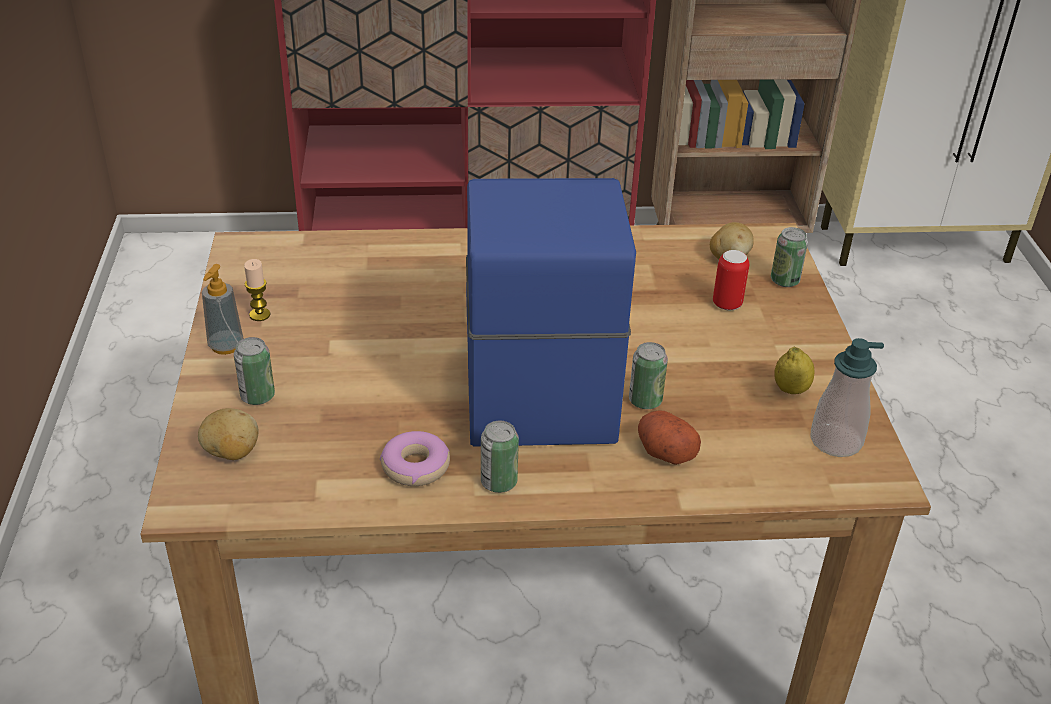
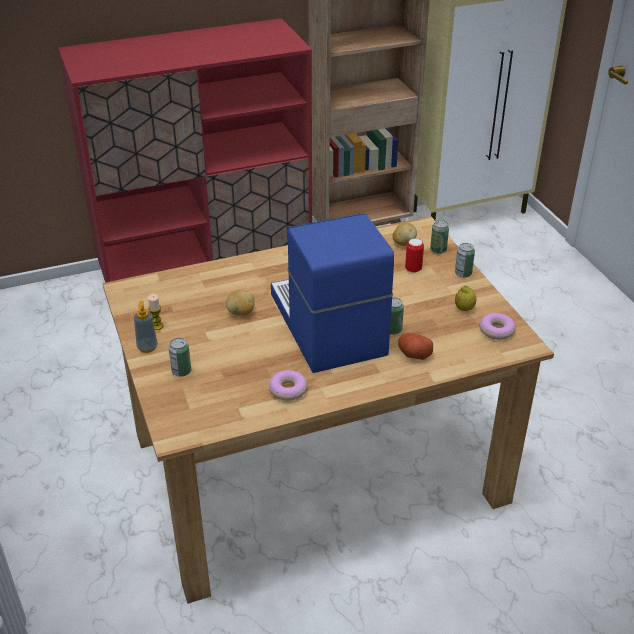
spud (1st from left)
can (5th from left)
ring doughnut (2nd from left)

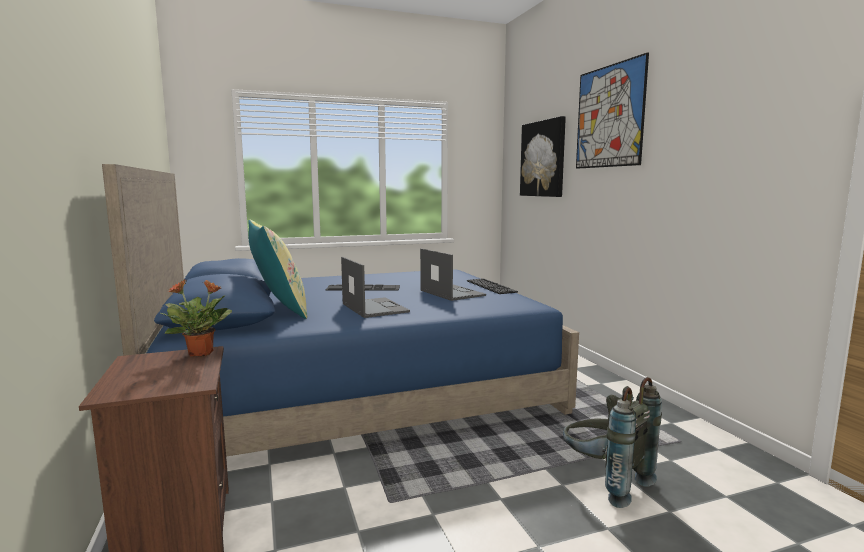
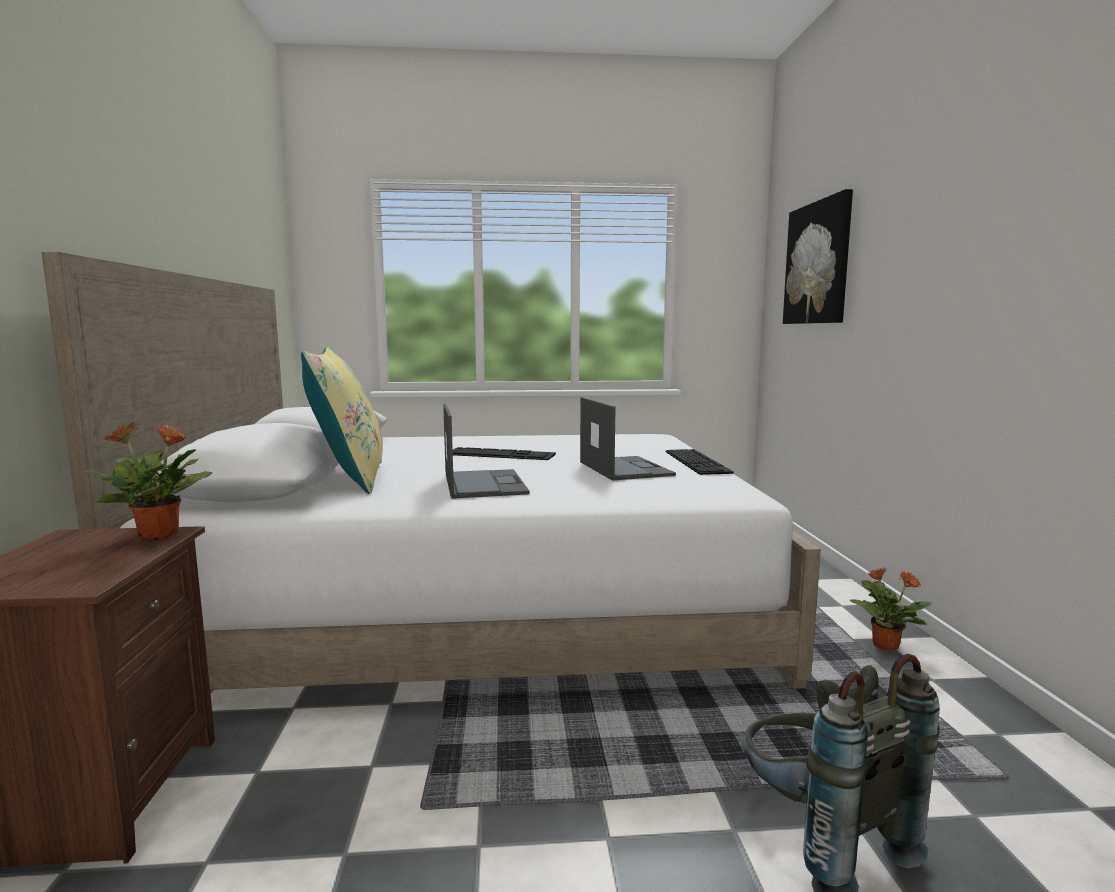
picture (2nd from left in the first image)
plant in a pot (2nd from left)
bedroom bed (whitish)

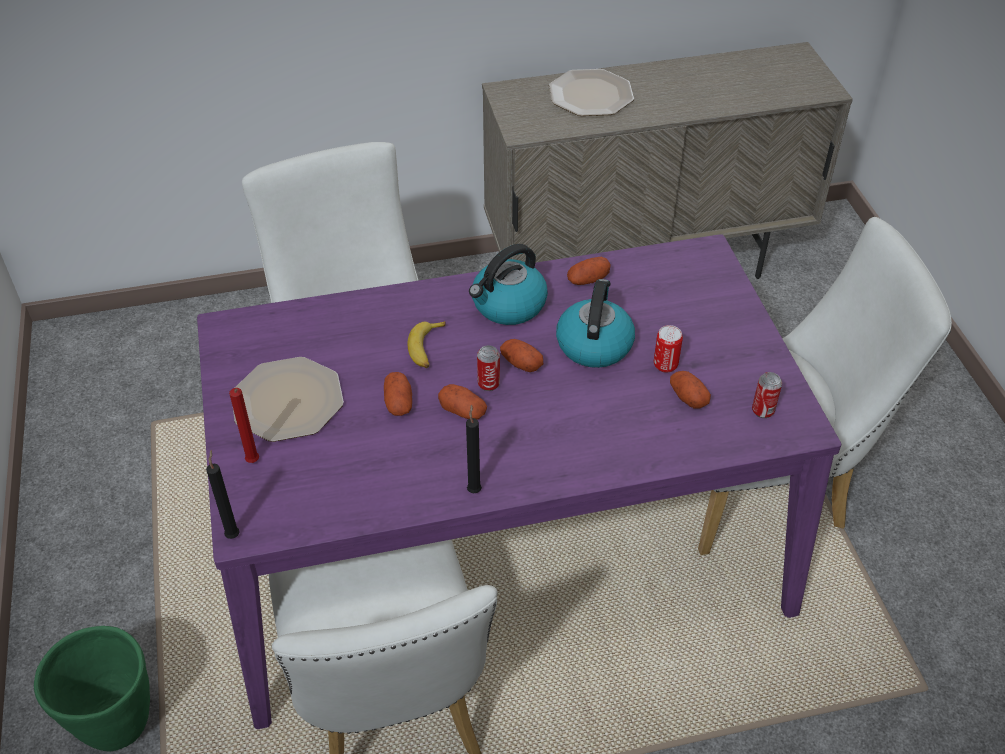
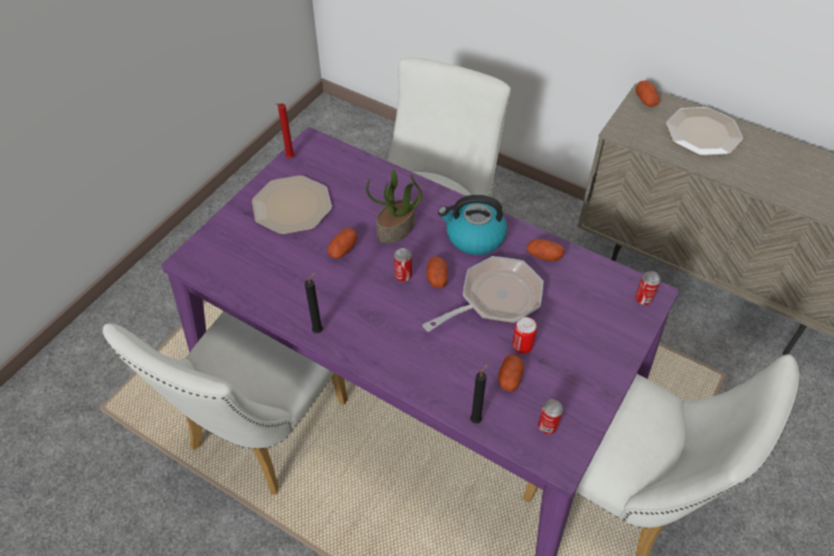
plant pot (green-coloured)
can (4th from left)
wax light (black) (2nd from left)
wax light (red-coloured)
spud (5th from left)
plant in a pot
pan

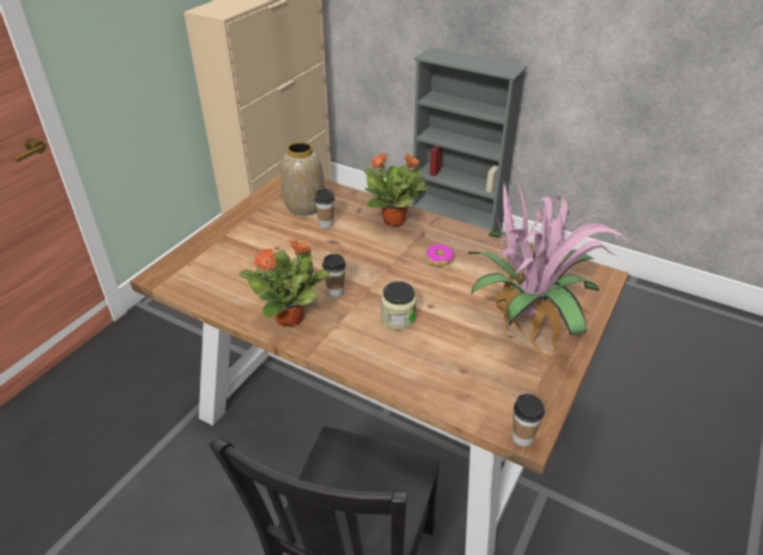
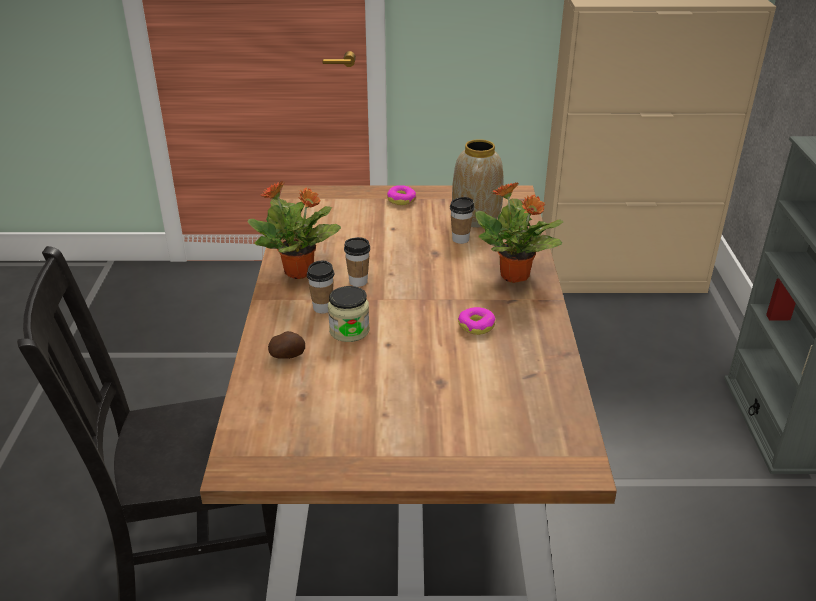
plant in a pot (3rd from left in the first image)
spud
ring doughnut (1st from left)
small cup (1st from left)

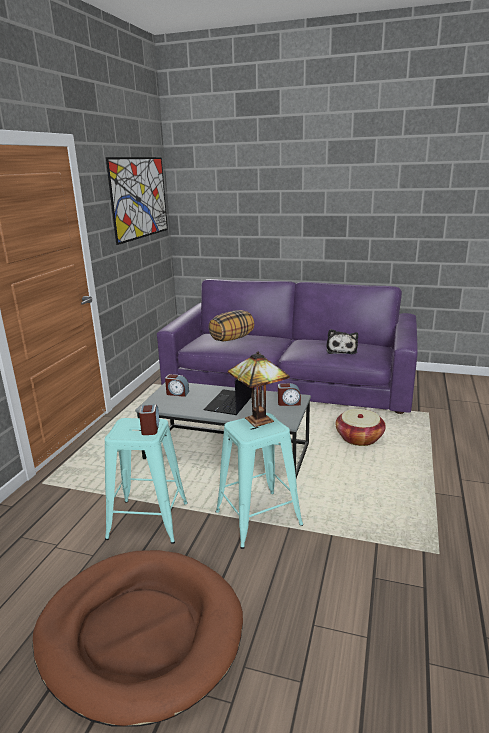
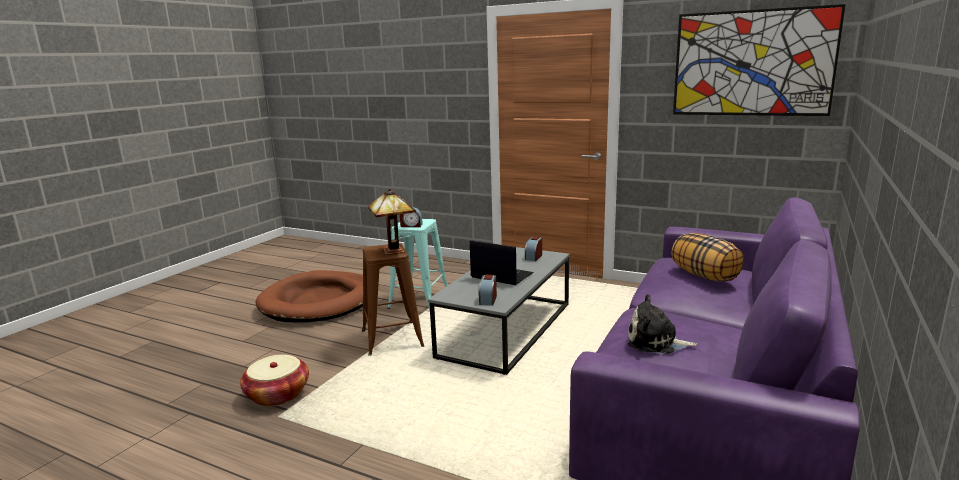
household basket
sitting stool (brownish)

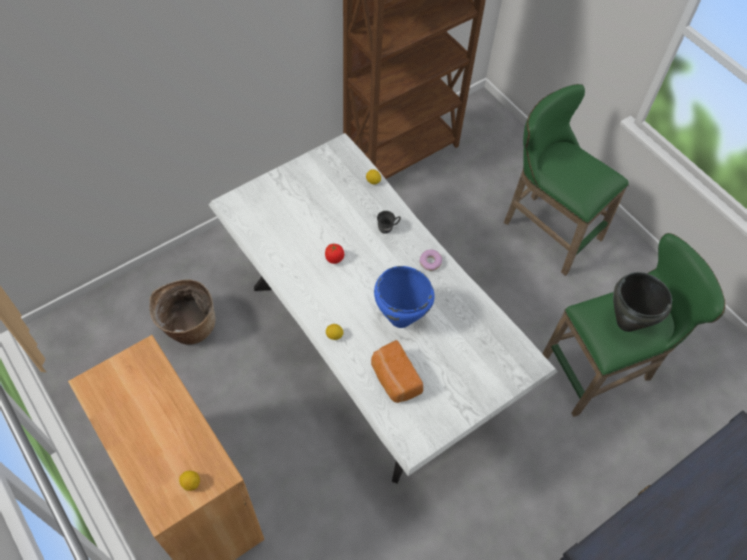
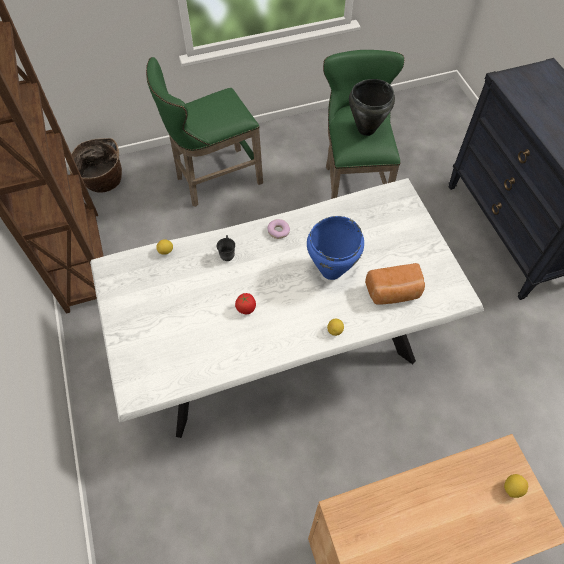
household basket

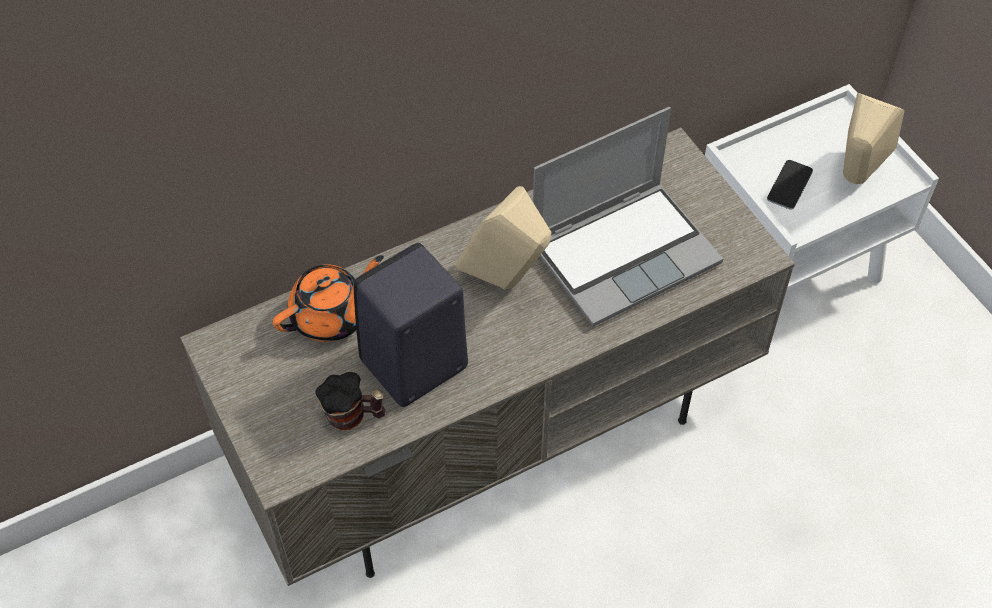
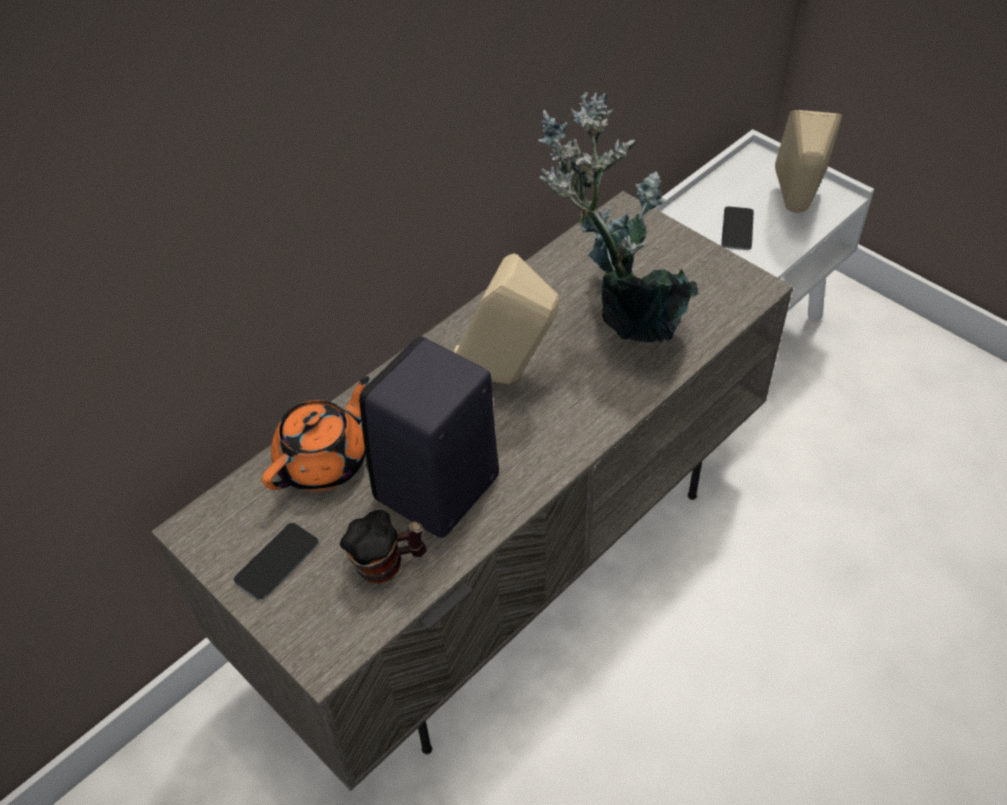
phone (1st from left)
plant in a pot

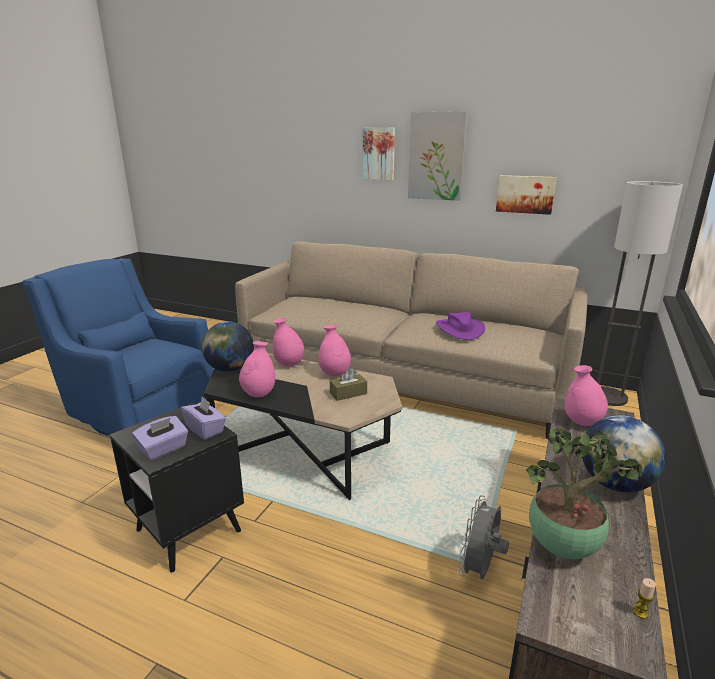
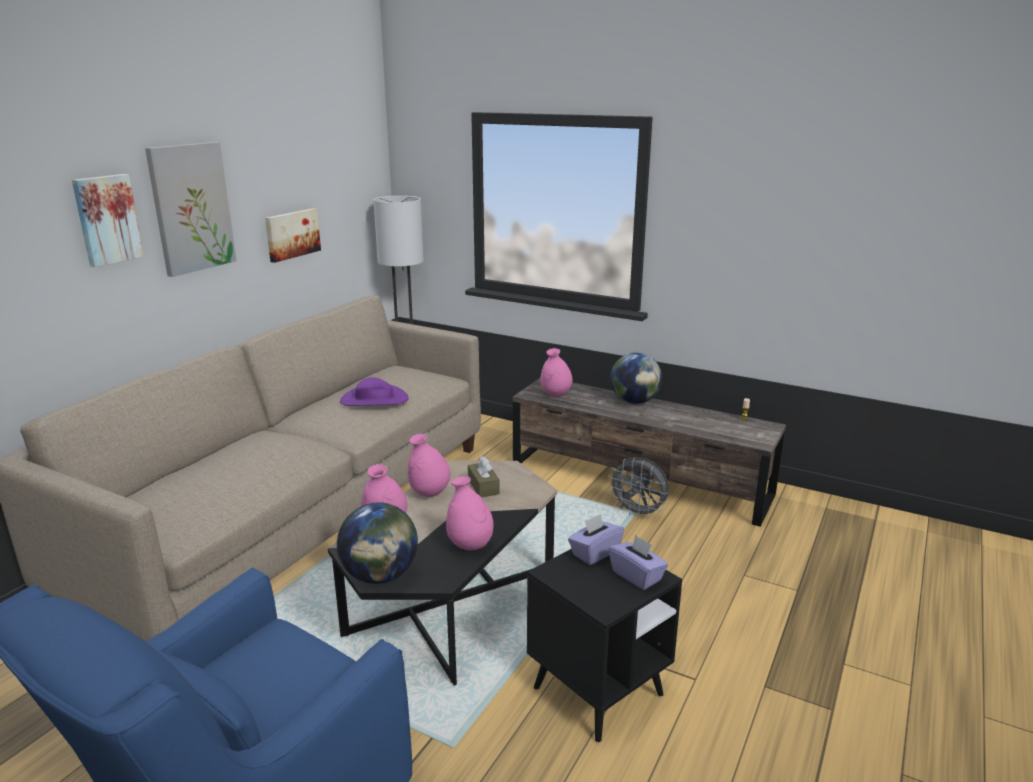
plant in a pot

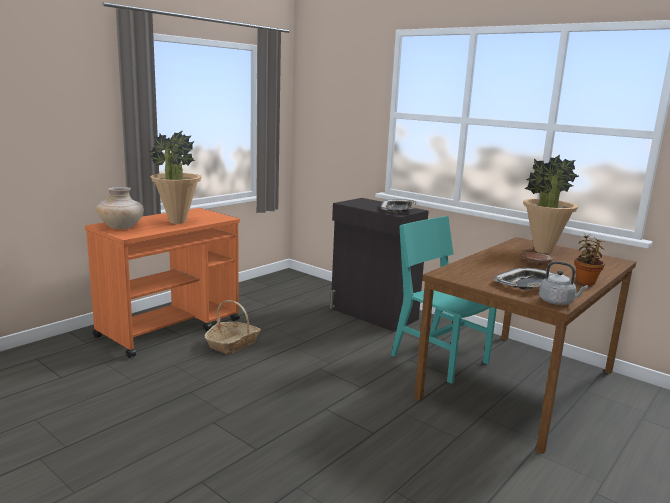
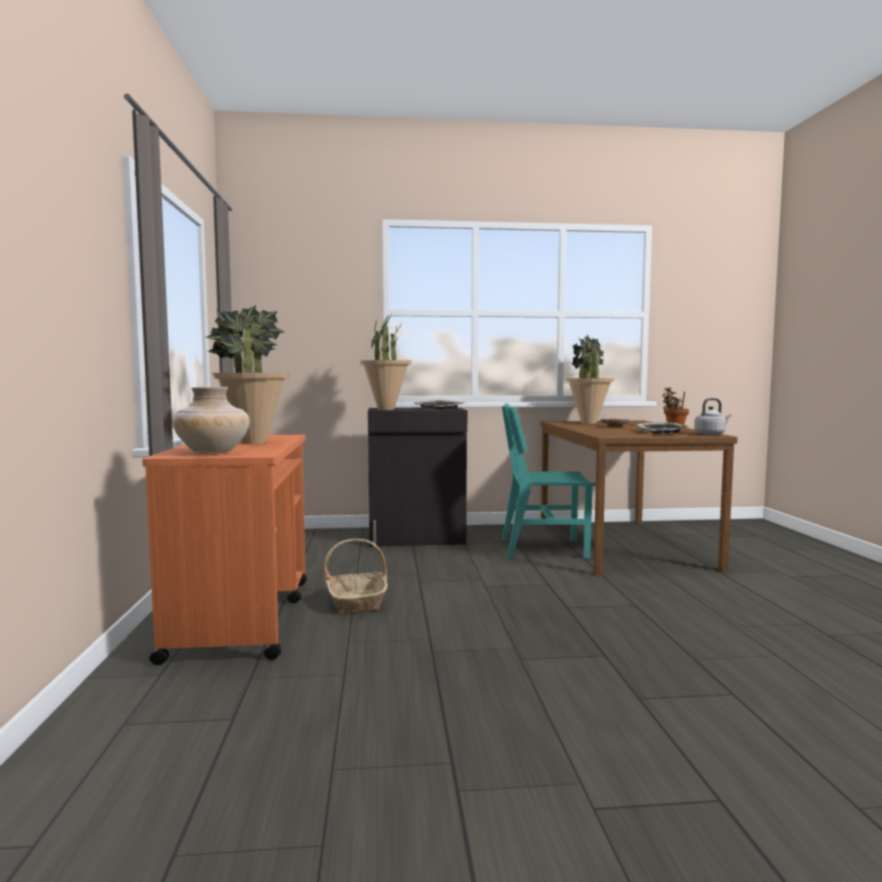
plant in a pot (2nd from left)

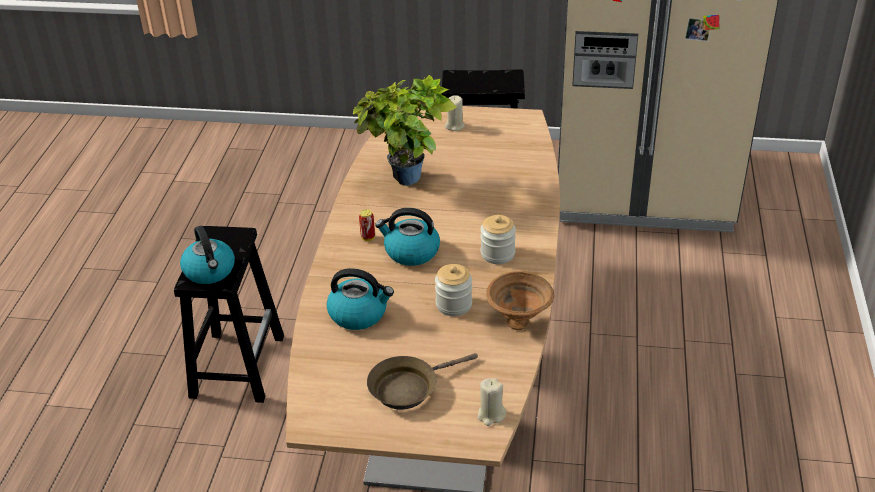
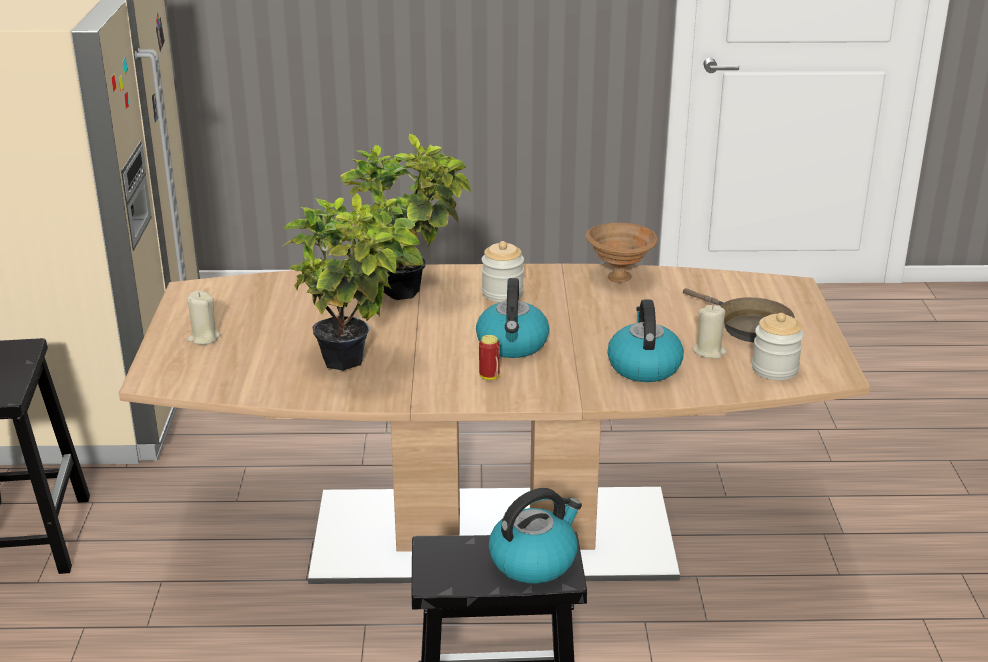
plant in a pot (2nd from left)
preserve jar (2nd from left)
wax light (beige-coloured) (2nd from left)

